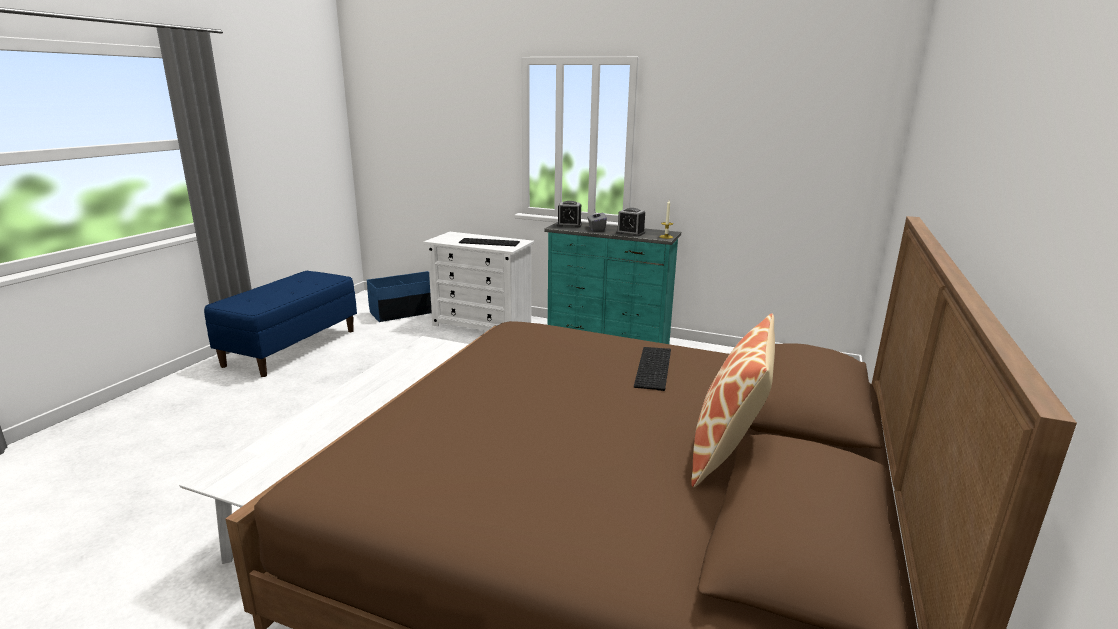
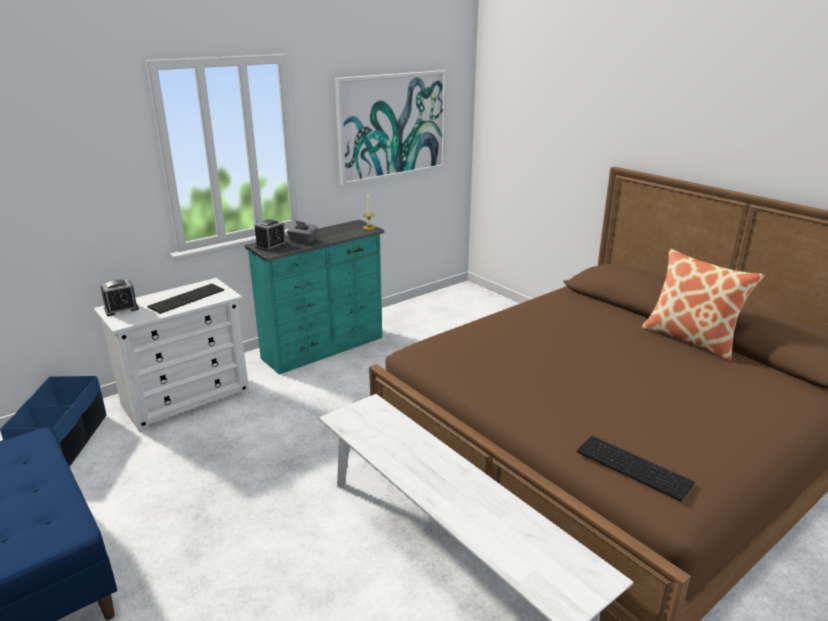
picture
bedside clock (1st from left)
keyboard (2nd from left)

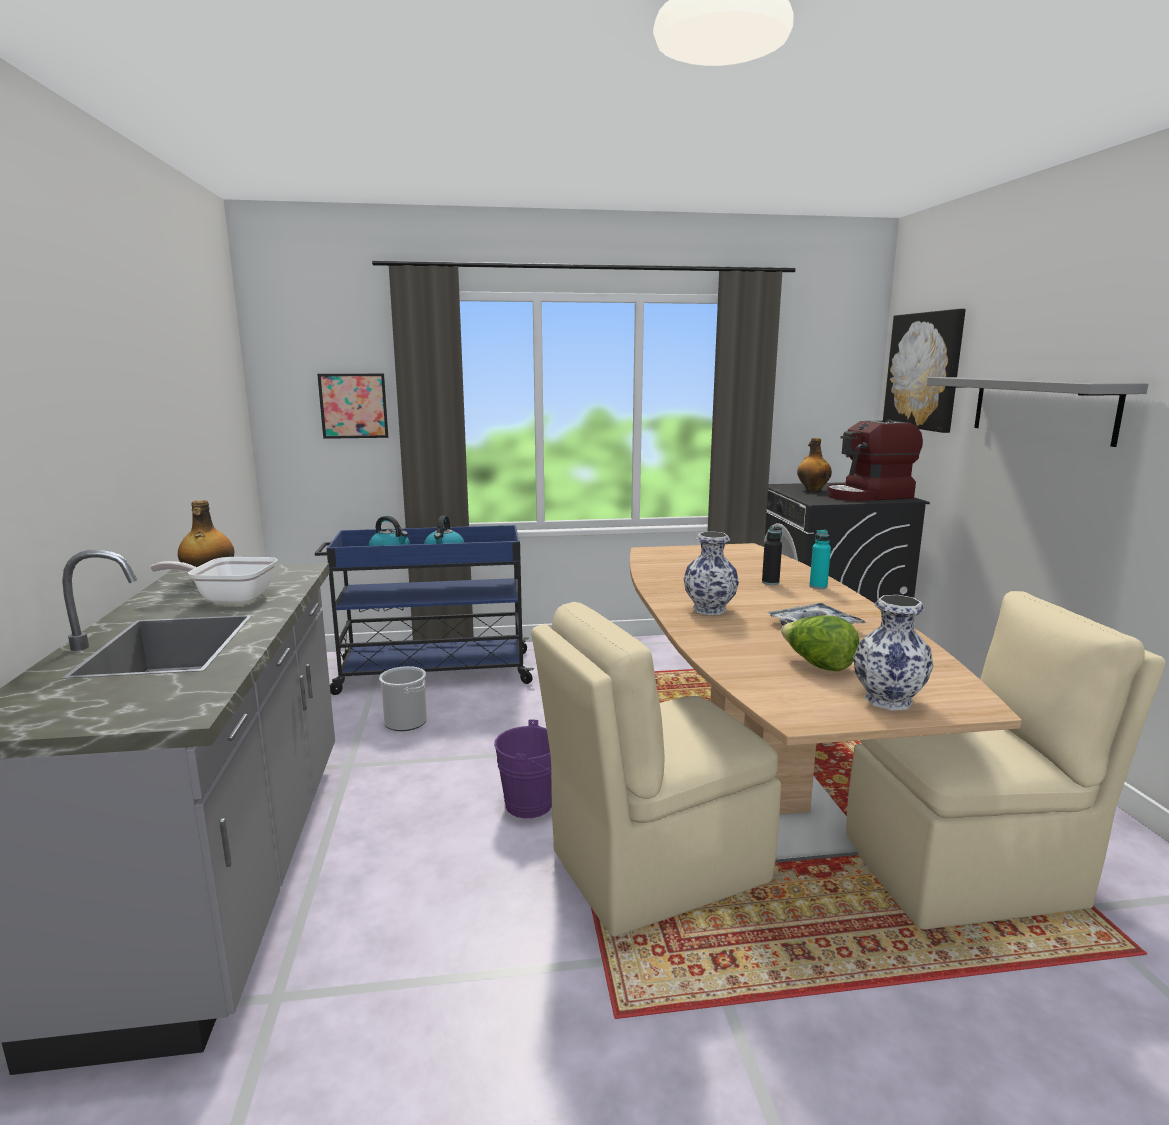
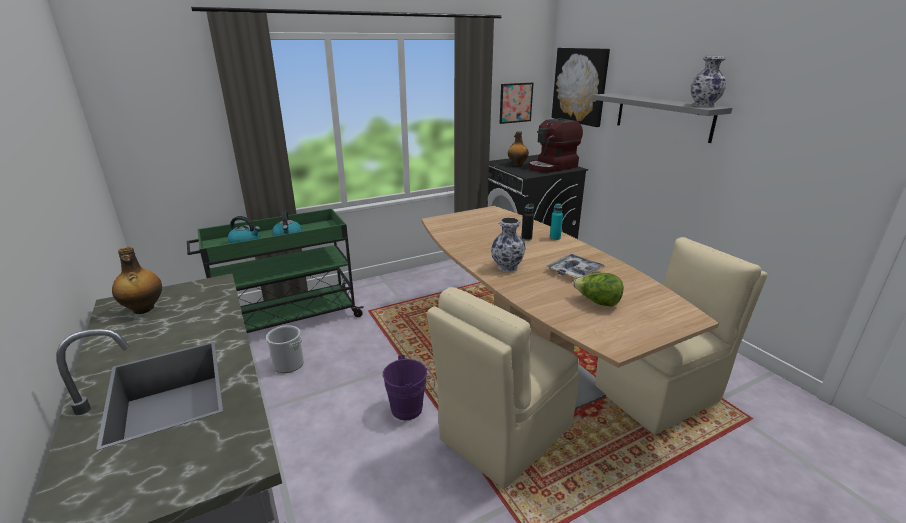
pan
picture (1st from left)
vase (2nd from left)
cart (green-coloured)

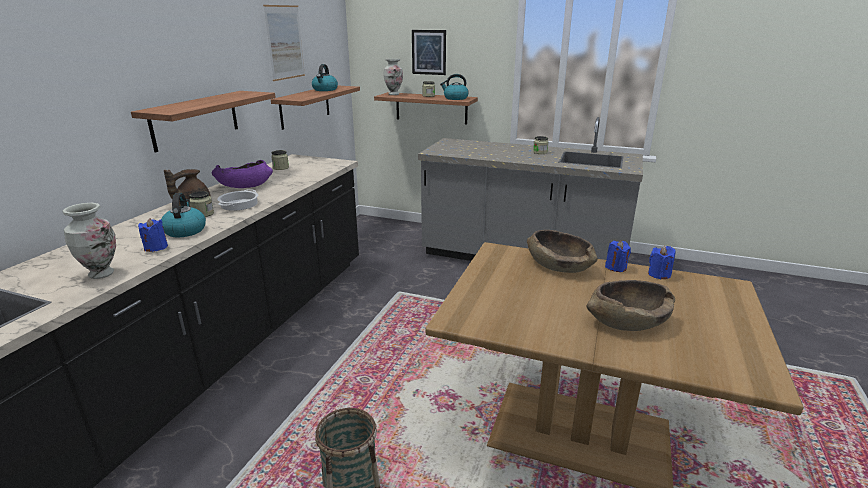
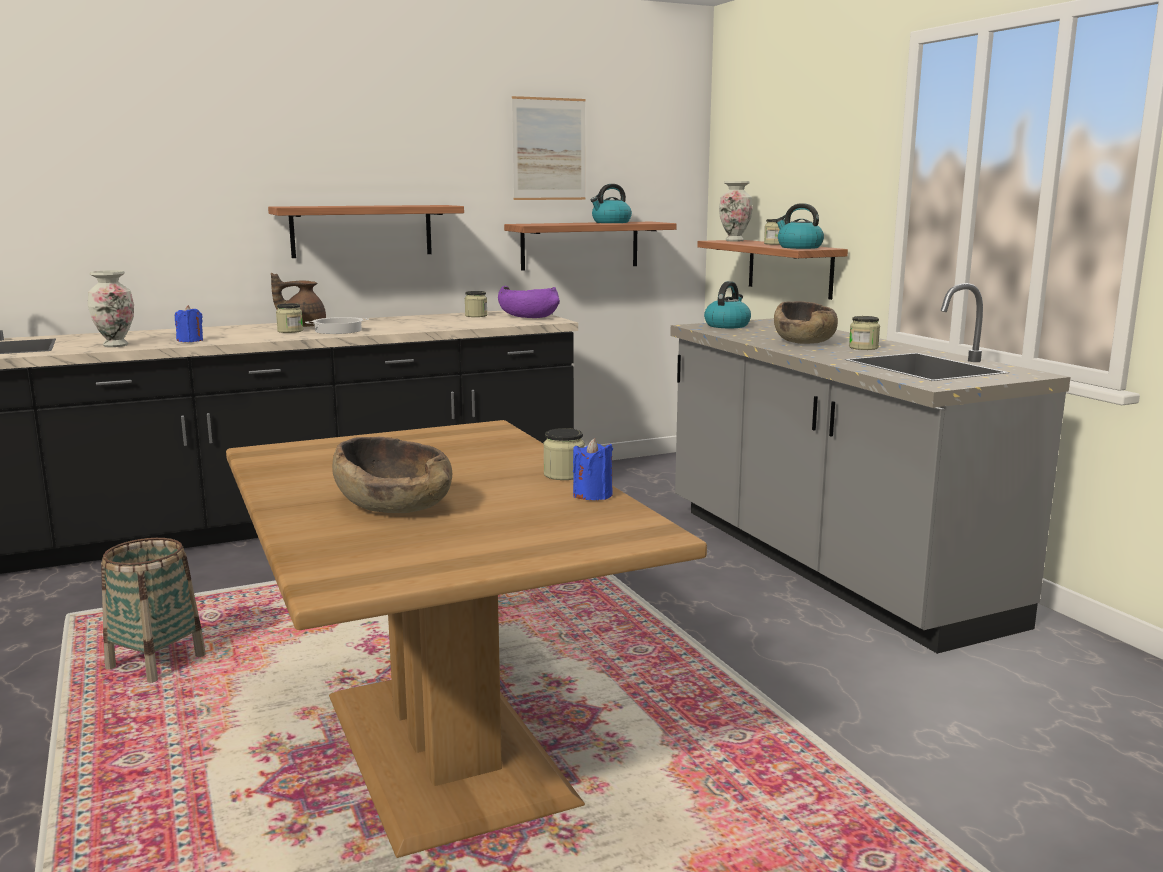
picture (2nd from left in the first image)
water kettle (2nd from left)
deep dish (purple-coloured)
deep dish (brownish) (2nd from left)
preserve jar (3rd from left)

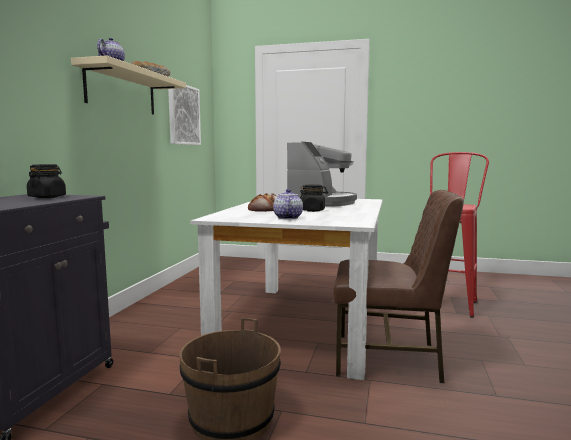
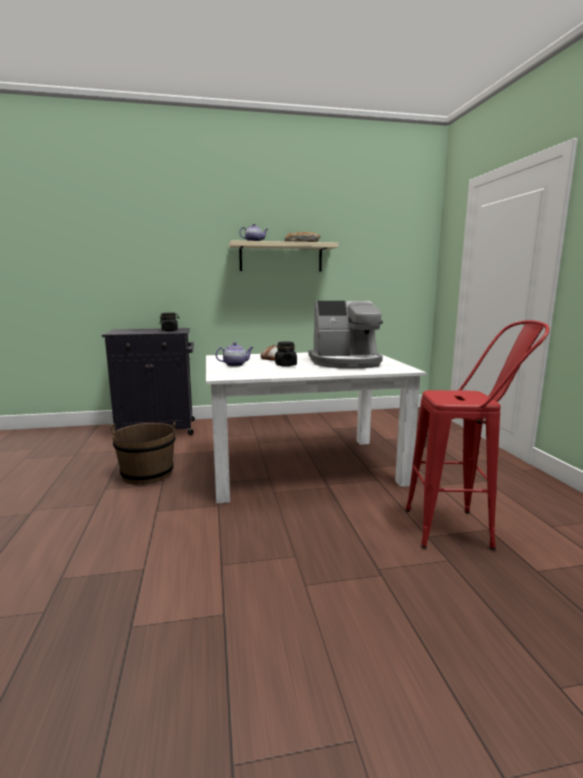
picture
chair (brownish)

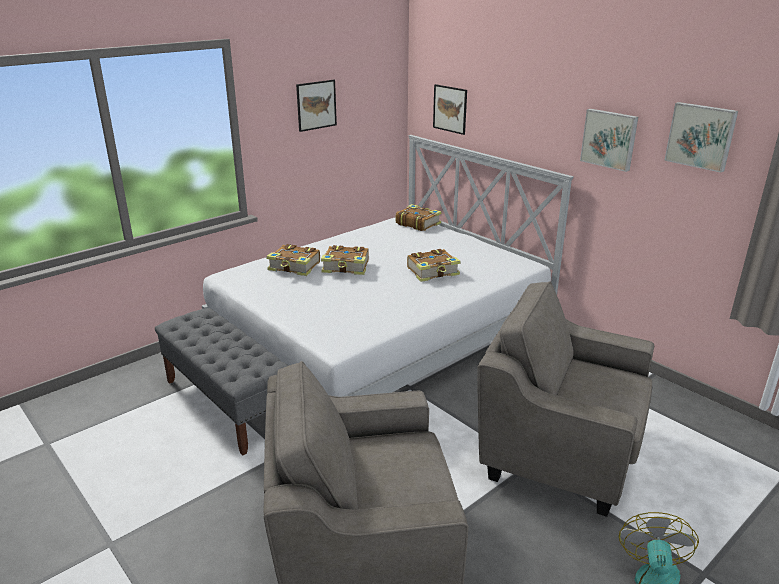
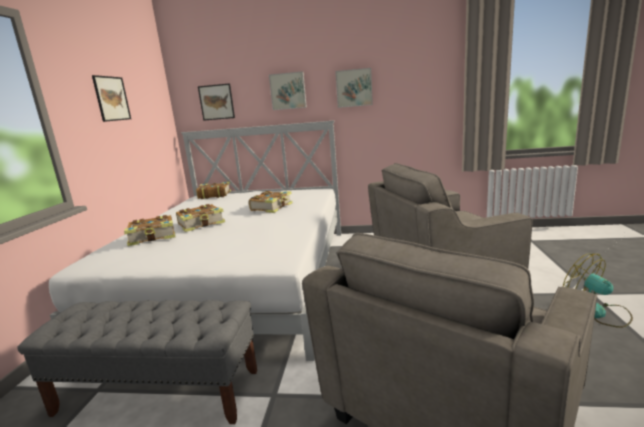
picture (3rd from left)

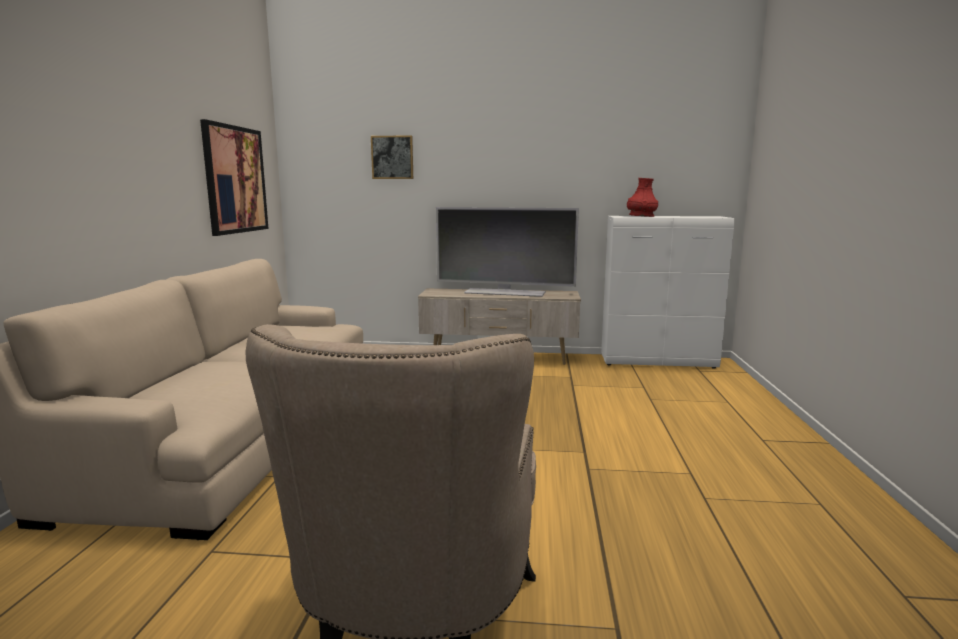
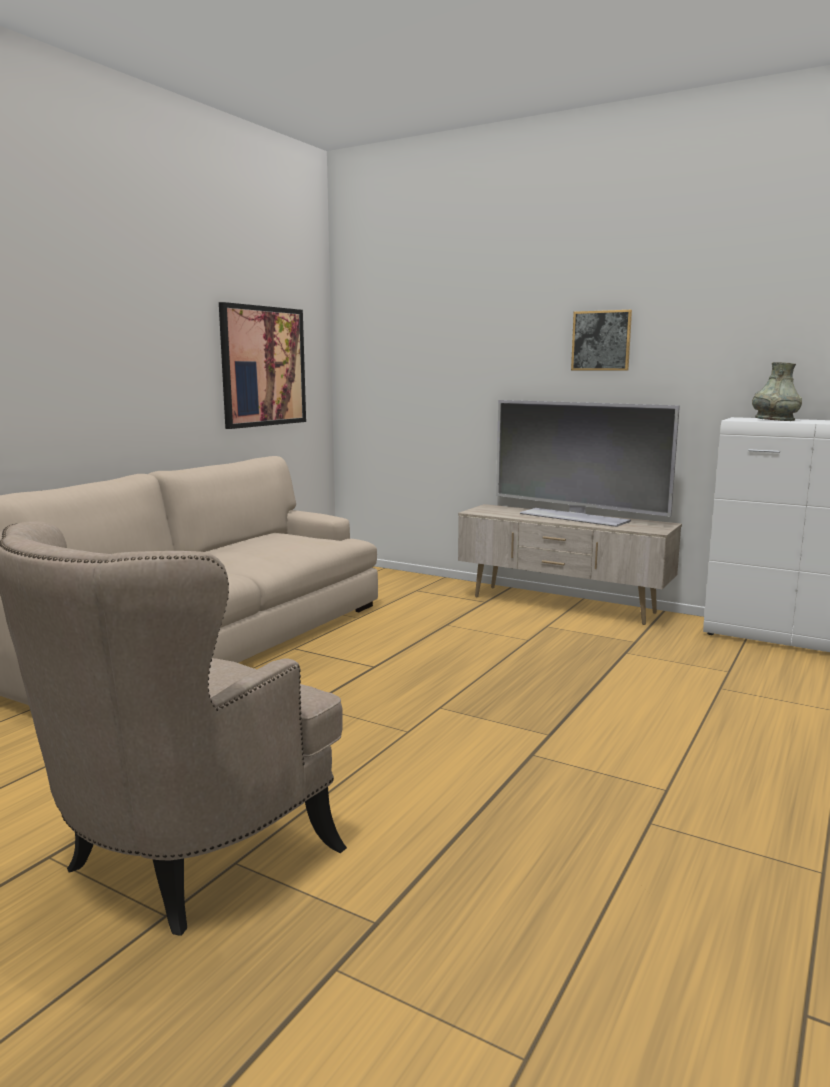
picture (2nd from left)
vase (greyish)

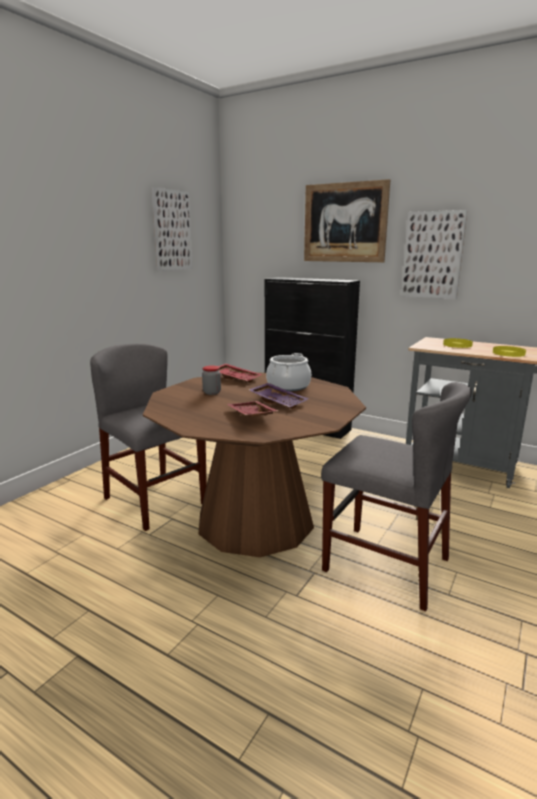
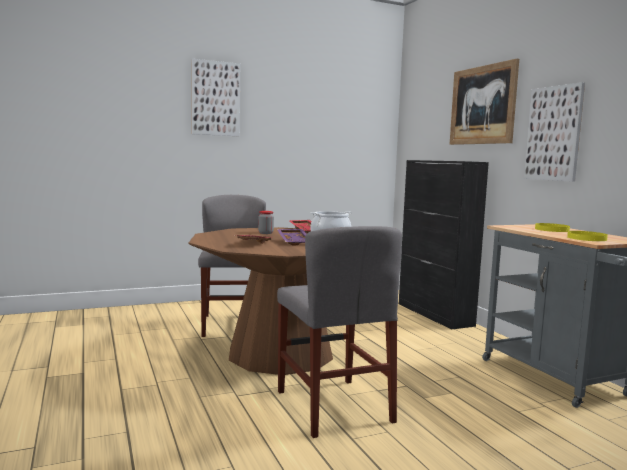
picture (1st from left)

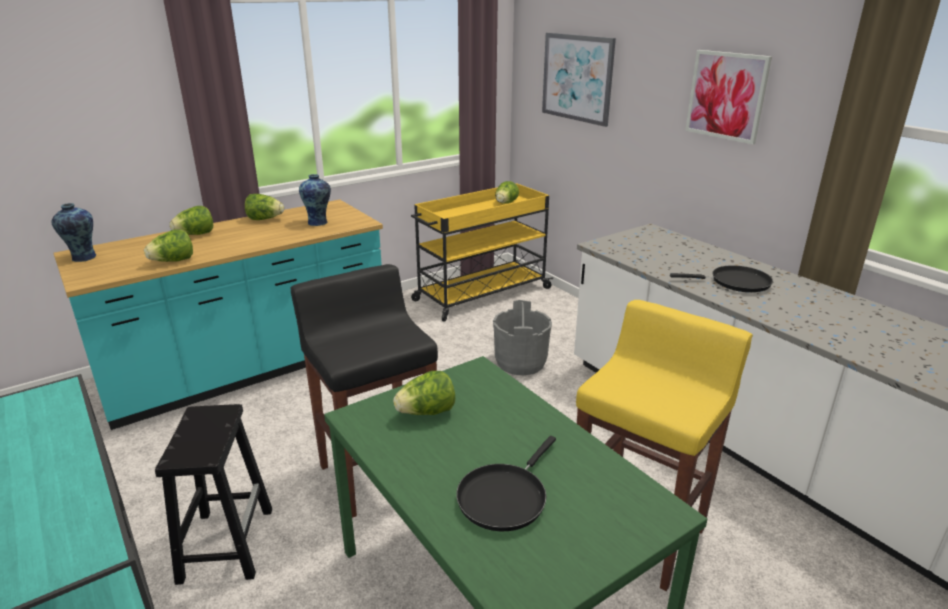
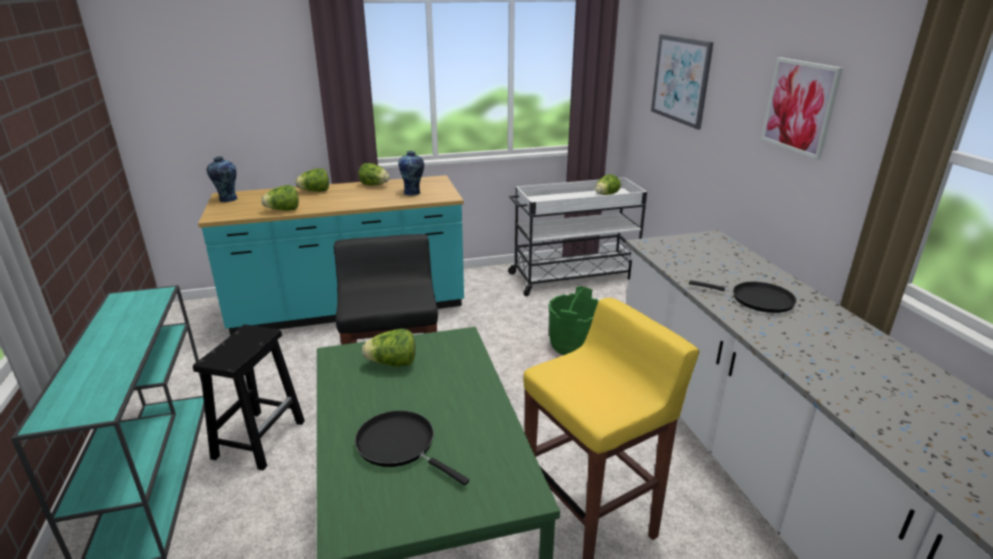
cart (whitish)
pail (green-coloured)
pan (black) (1st from left)

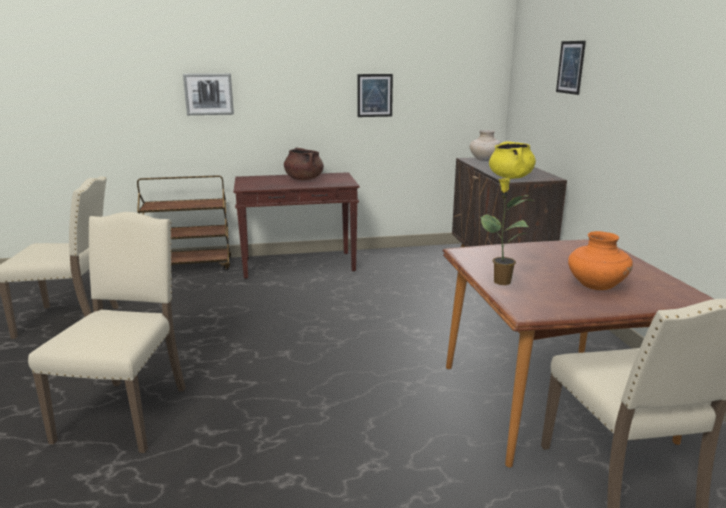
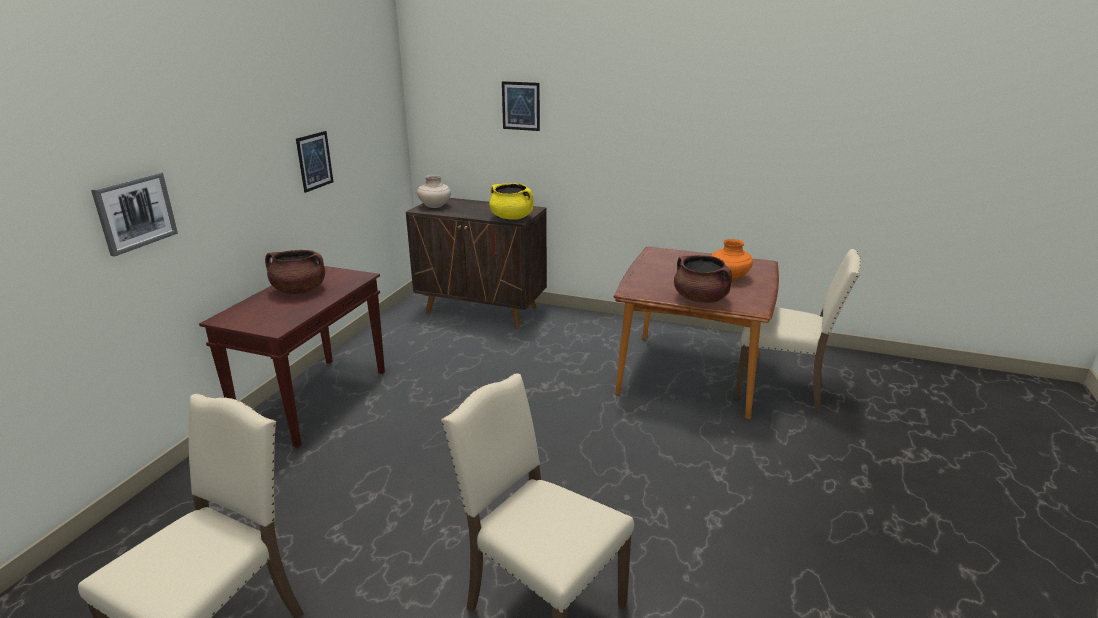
cart (brownish)
saucepot (brownish) (2nd from left)

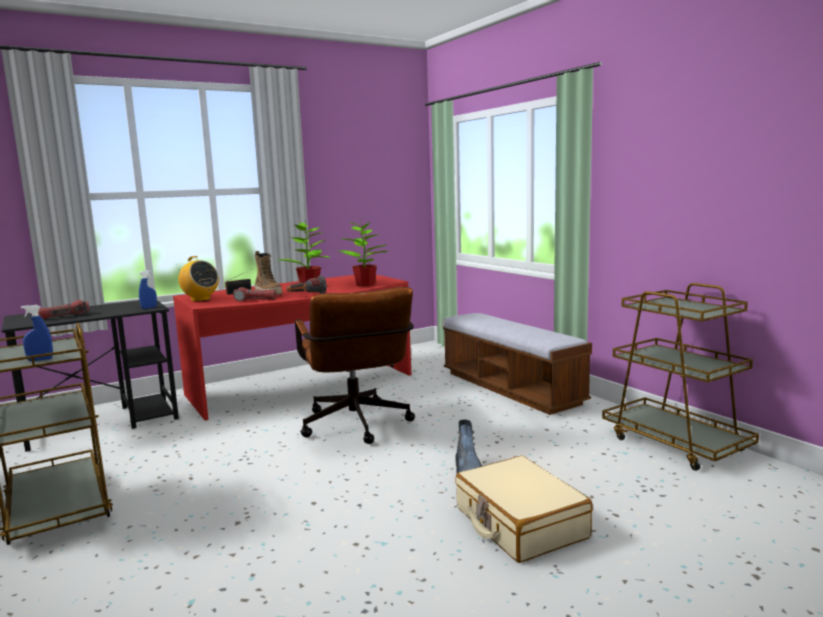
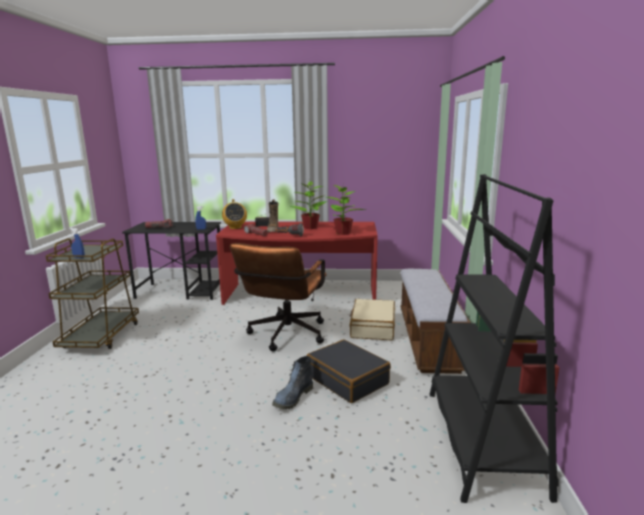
suitcase (black)
suitcase (beige-coloured)
bookcase (black)

